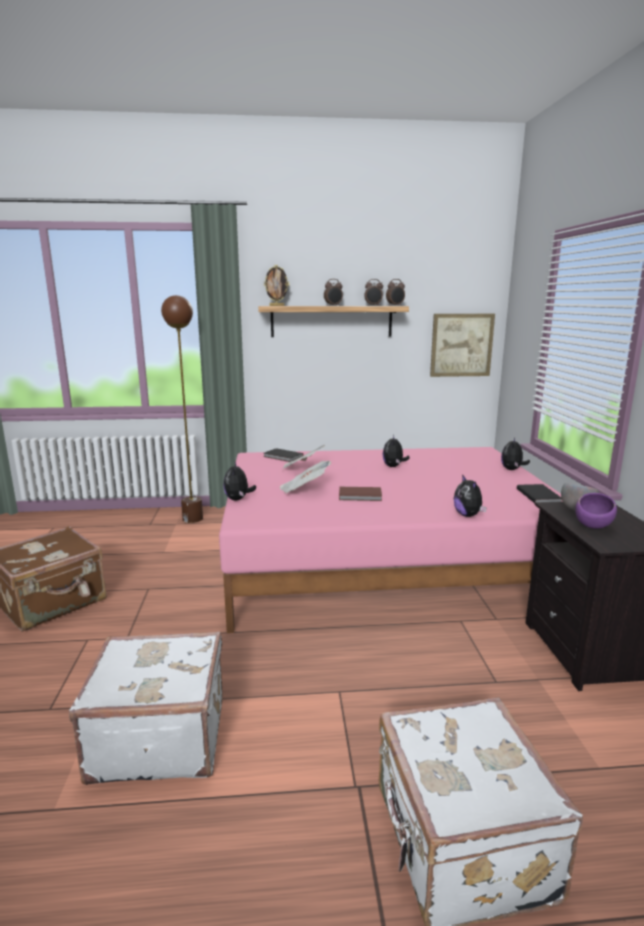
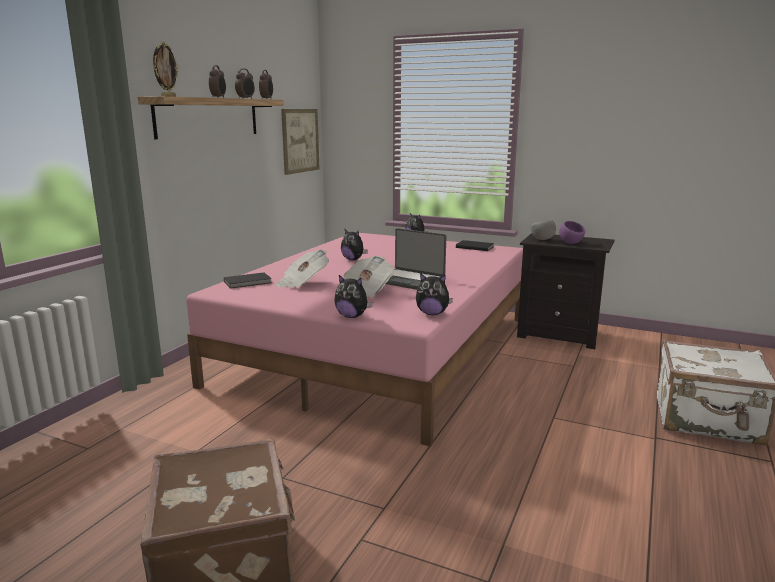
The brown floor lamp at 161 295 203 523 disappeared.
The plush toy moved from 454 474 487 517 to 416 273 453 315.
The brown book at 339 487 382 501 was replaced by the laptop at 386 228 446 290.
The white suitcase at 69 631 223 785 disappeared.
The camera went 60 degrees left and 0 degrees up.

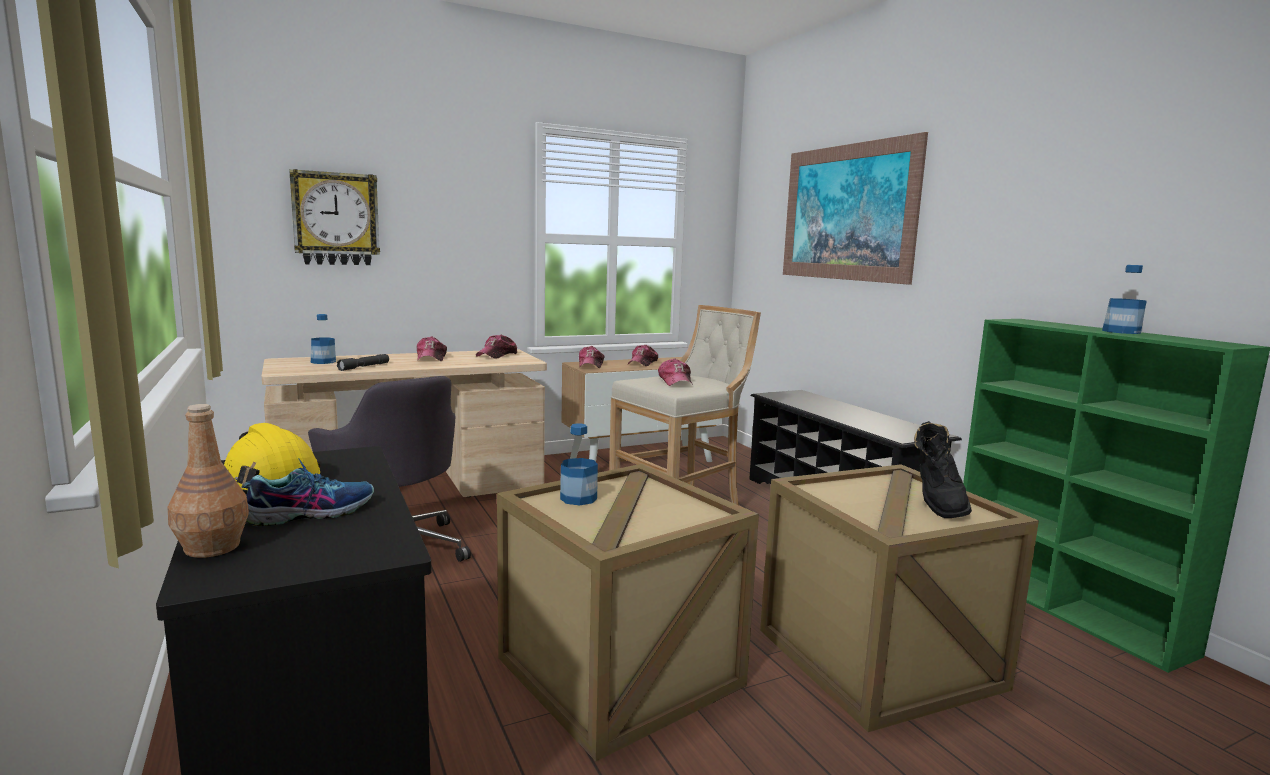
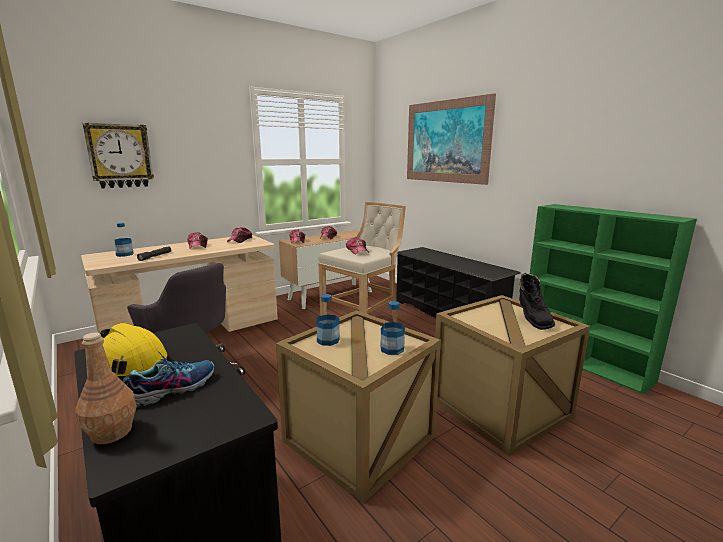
The bottle moved from 1102 265 1147 334 to 381 301 405 355.
The camera went 10 degrees left and 5 degrees up.

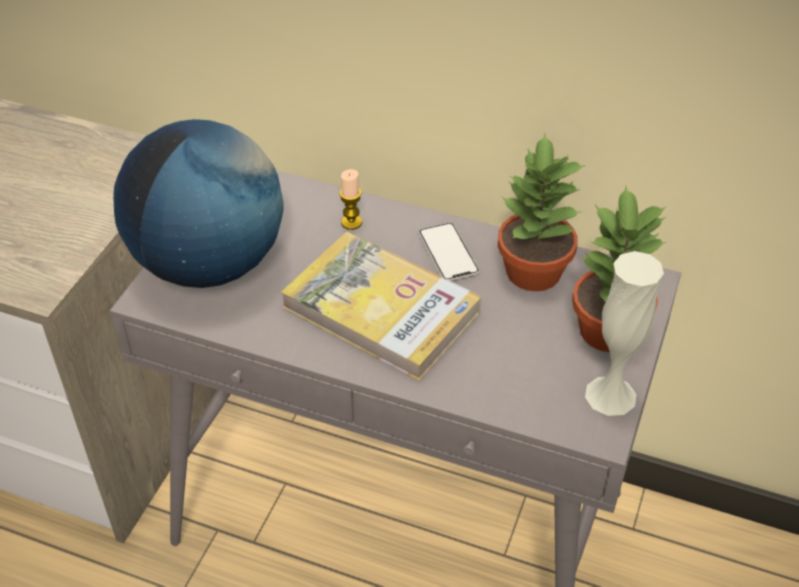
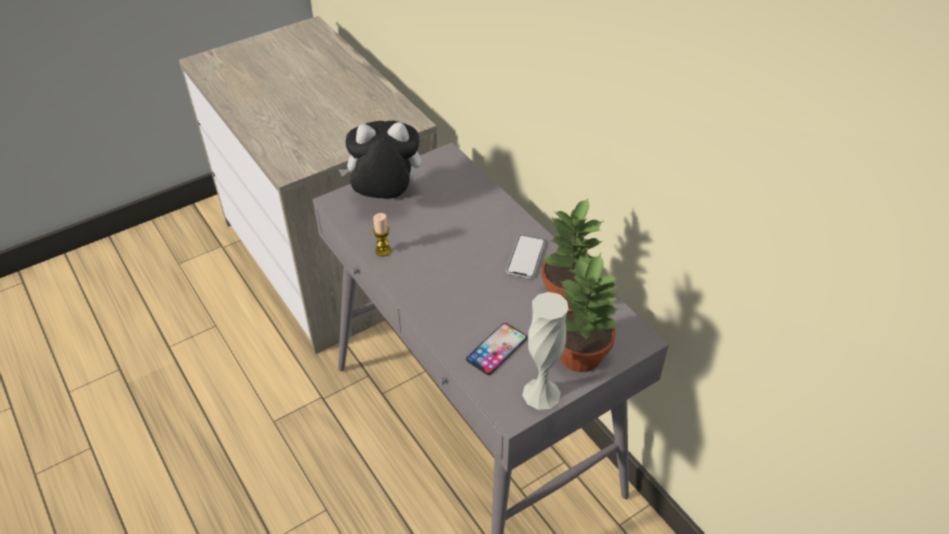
The globe at 113 119 283 288 was replaced by the plush toy at 338 121 421 199.
The candle moved from 339 169 362 230 to 373 213 391 256.
The book at 281 232 481 381 disappeared.
The phone at 466 323 527 375 appeared.
The camera went 35 degrees right and 0 degrees up.

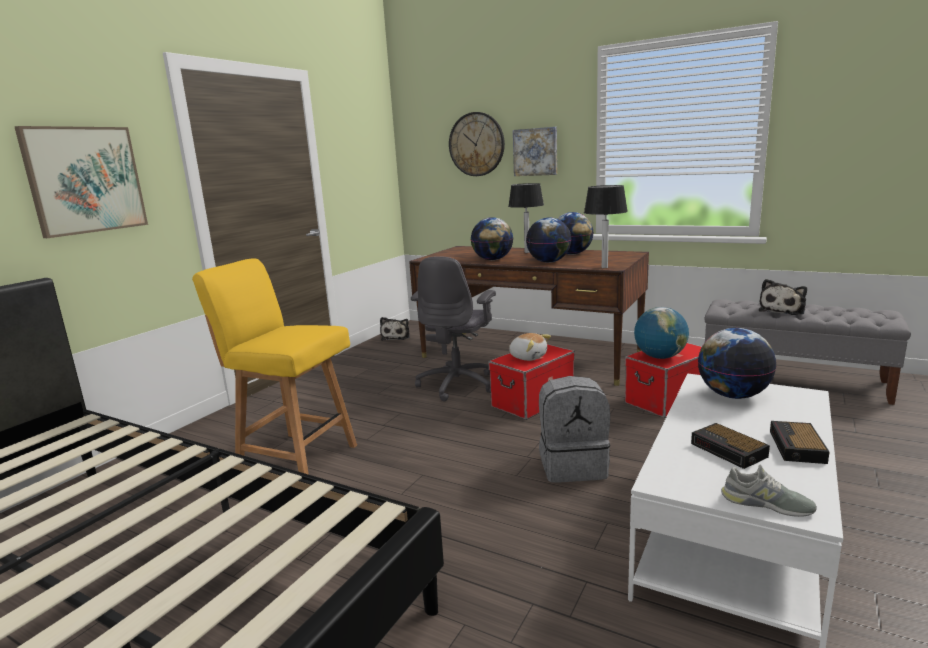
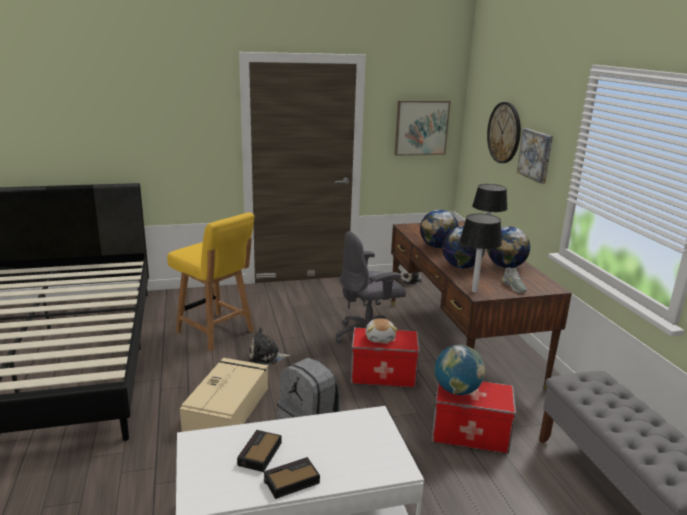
The picture moved from 15 126 148 238 to 394 100 450 156.
The yellow chair at 192 258 357 475 turned 150 degrees clockwise.
The plush toy moved from 759 279 807 315 to 249 327 291 365.
The globe at 698 328 777 399 disappeared.
The grey shoe moved from 721 465 817 517 to 502 268 527 293.
The beige storage box at 180 358 268 432 appeared.
The camera went 45 degrees right and 5 degrees up.

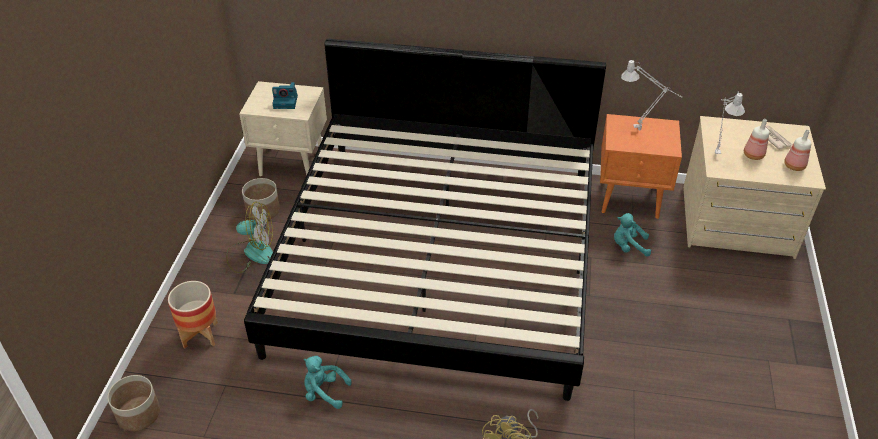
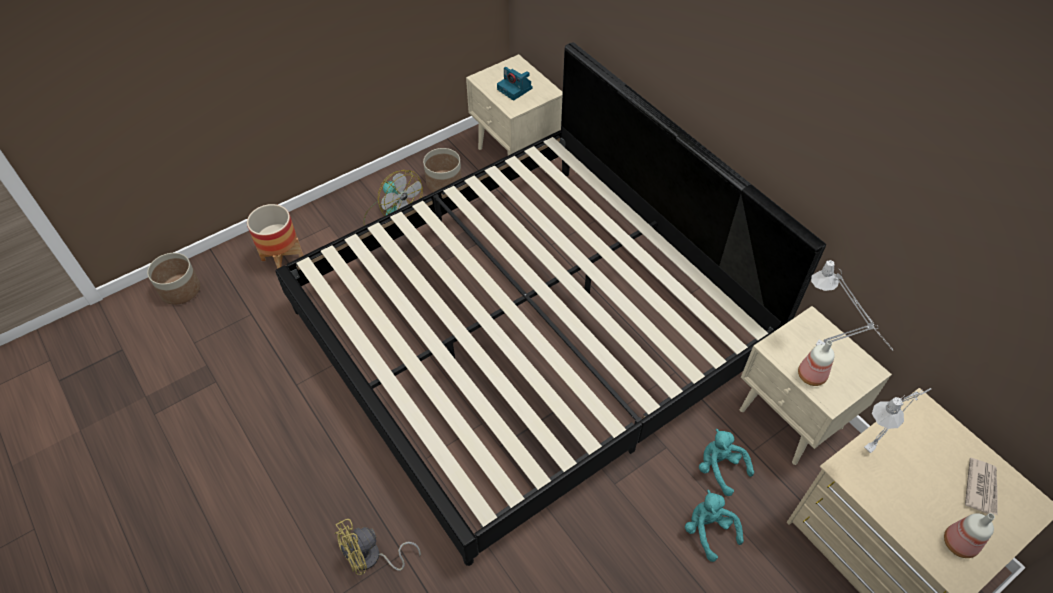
The orange nightstand at 600 114 682 219 became the beige nightstand at 740 306 892 465.
The bottle moved from 744 119 769 160 to 798 340 835 386.
The turquoise plush toy moved from 304 356 352 409 to 685 490 744 562.
The camera went 45 degrees right and 10 degrees up.

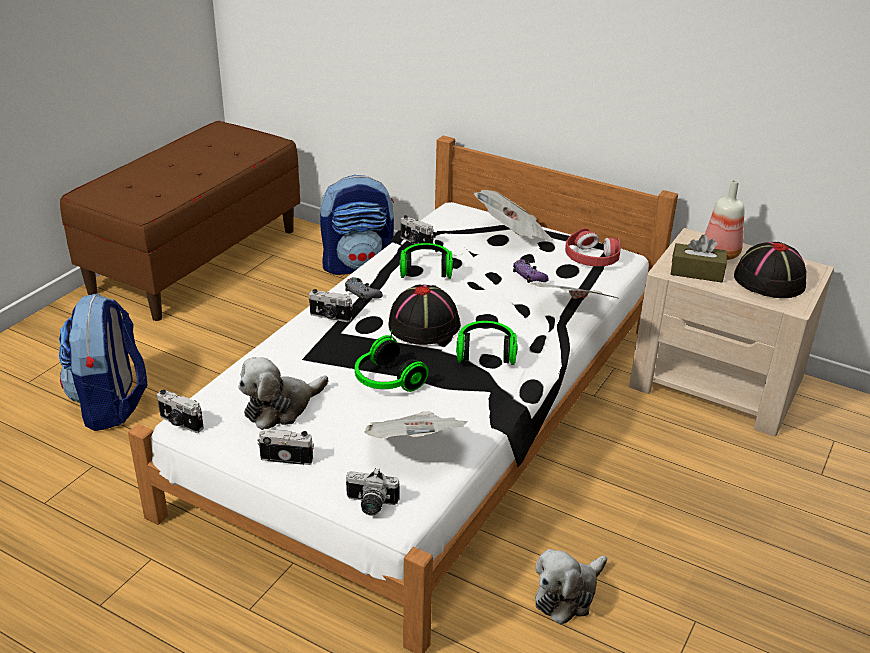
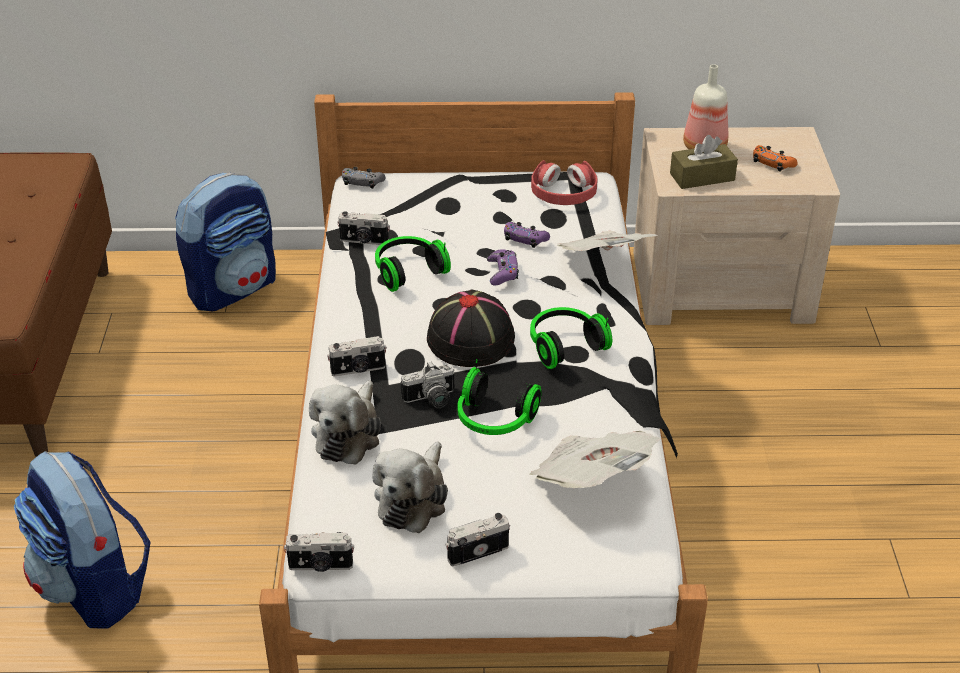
The newspaper at 474 190 553 241 disappeared.
The black hat at 734 242 806 298 was replaced by the orange game controller at 753 145 798 172.
The grey game controller moved from 345 277 383 301 to 342 167 385 189.
The photo camera moved from 346 468 399 516 to 401 362 454 408.
The plush toy moved from 535 549 607 624 to 309 380 381 465.
The purple game controller at 487 249 519 286 appeared.
The camera went 30 degrees left and 5 degrees up.

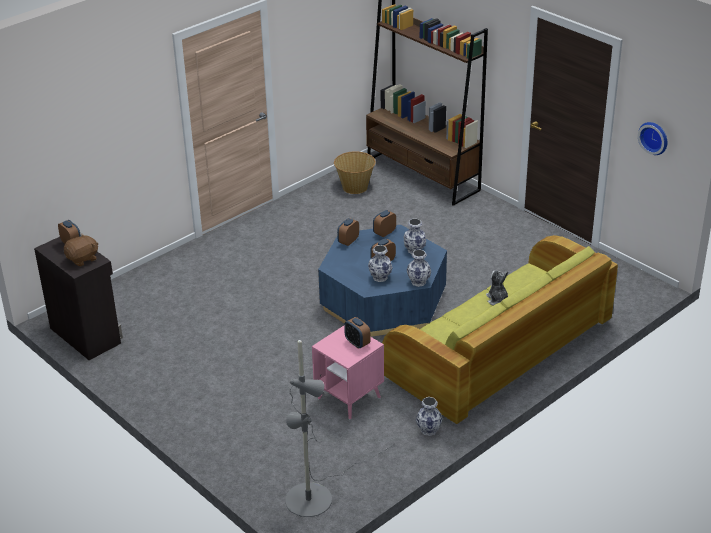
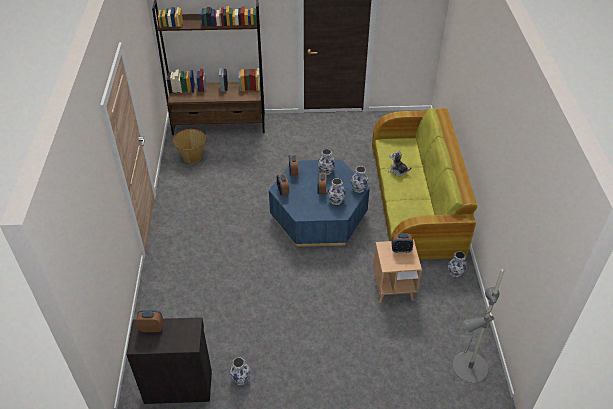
The wall clock at 638 122 668 155 disappeared.
The brown plush toy at 64 234 98 267 disappeared.
The pink side table at 312 326 384 419 became the brown side table at 373 240 422 303.
The vase at 229 358 250 385 appeared.
The camera went 50 degrees left and 10 degrees up.

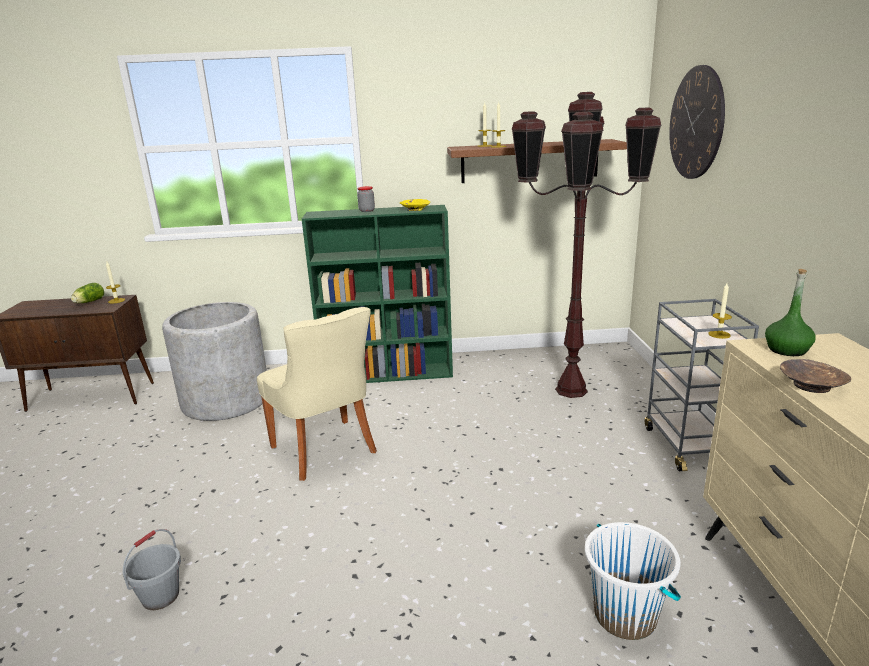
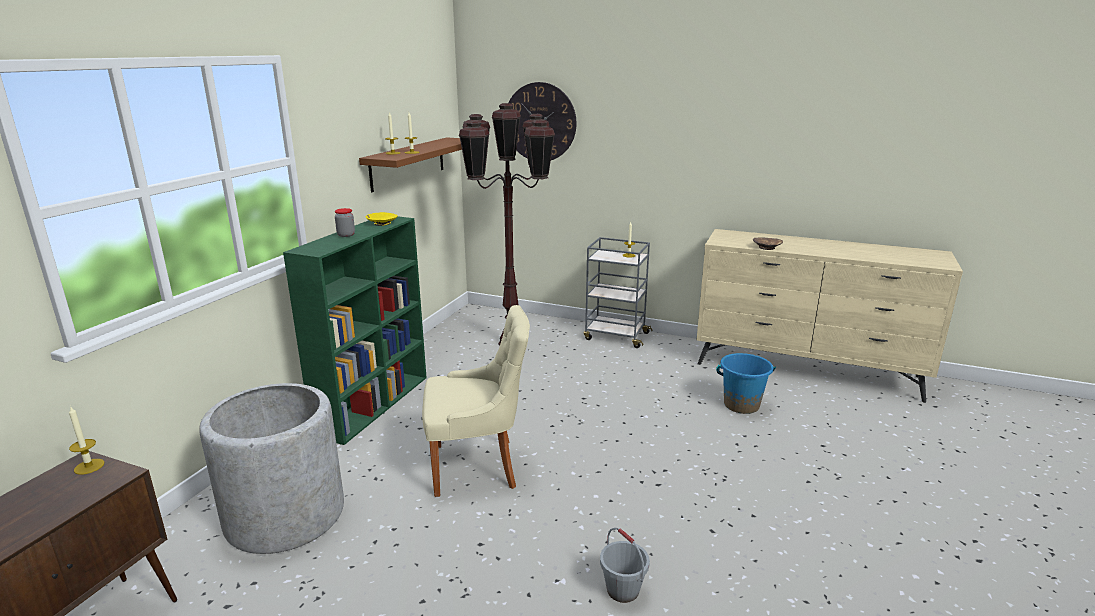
The green bottle at 765 269 816 356 disappeared.
The lettuce at 71 283 104 303 disappeared.
The white bucket at 585 522 681 640 became the blue bucket at 716 353 776 414.
The camera went 65 degrees left and 0 degrees up.

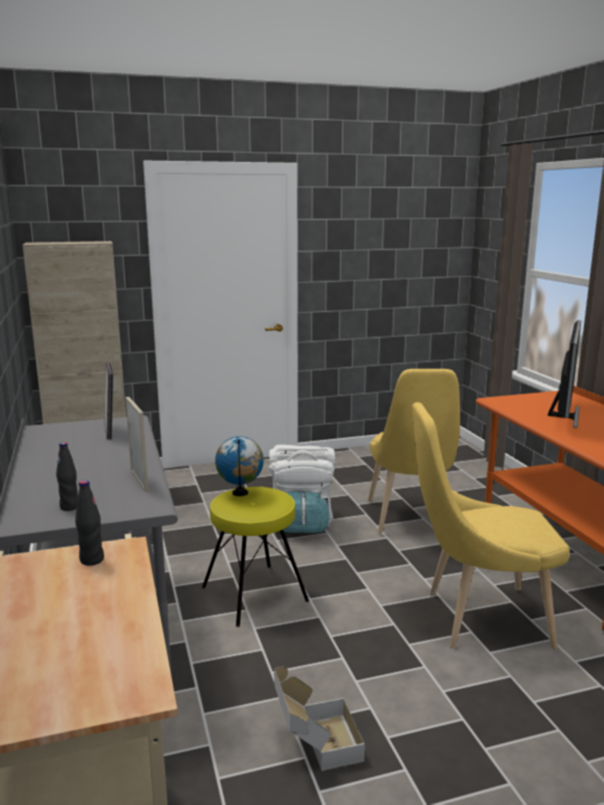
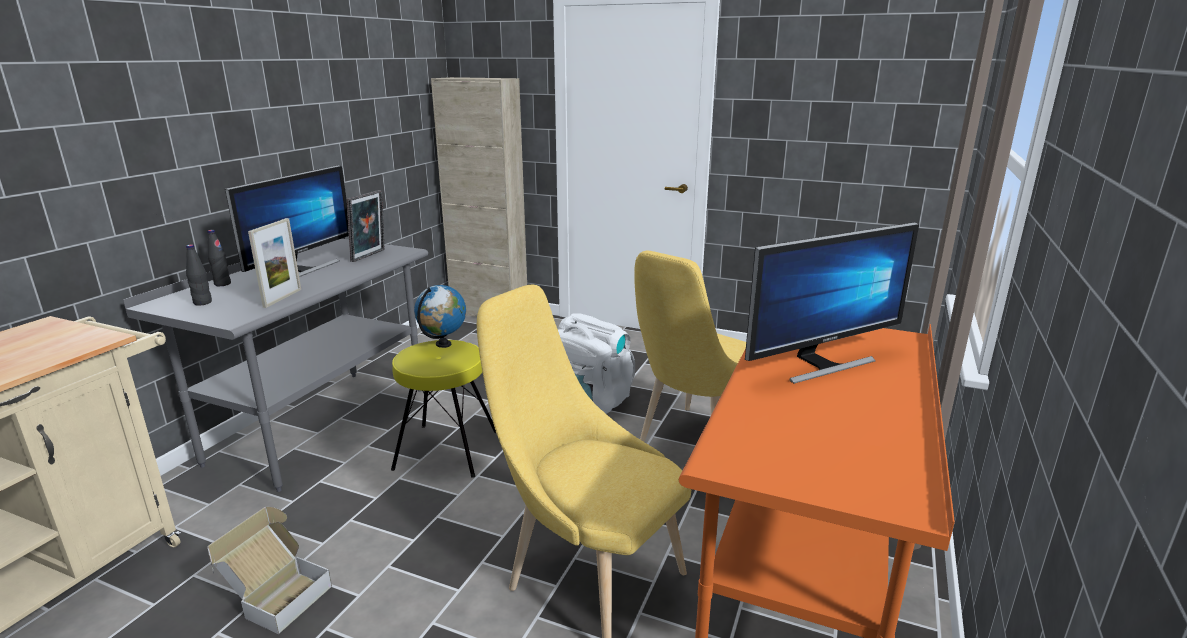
The black bottle moved from 75 480 104 566 to 208 230 231 286.
The monitor at 225 165 349 277 appeared.
The camera went 40 degrees right and 5 degrees up.

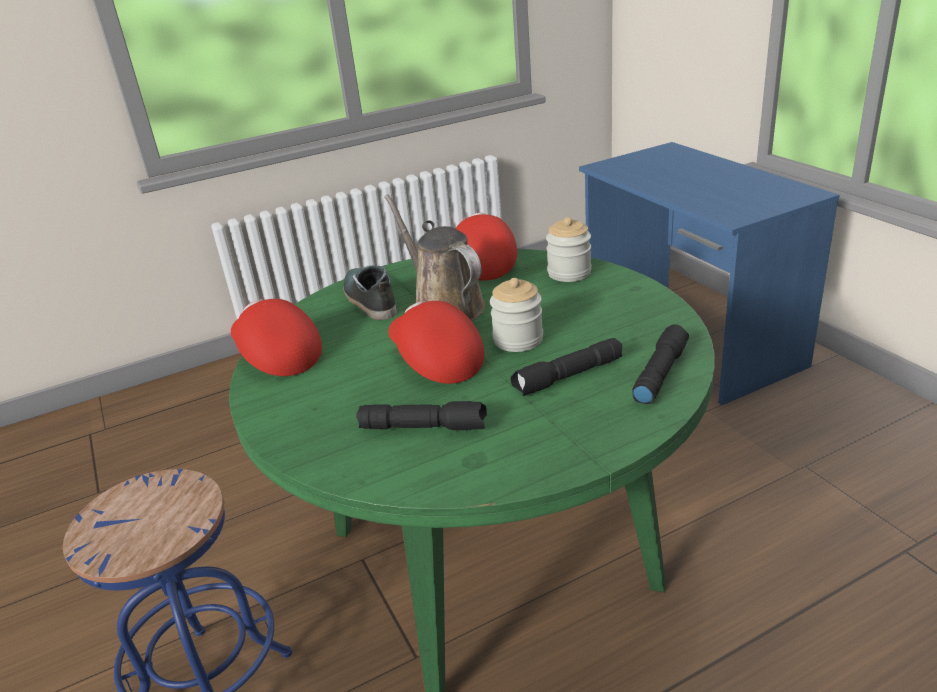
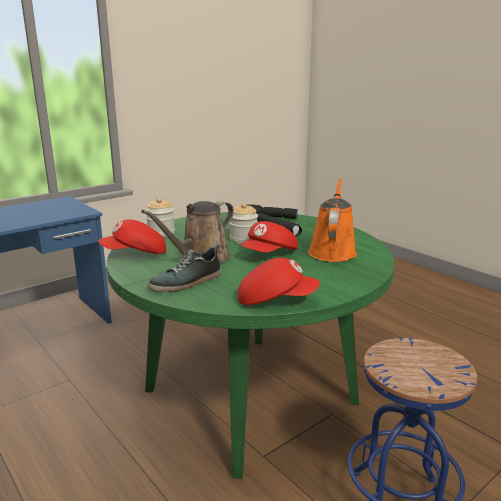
The red cap at 231 299 322 376 turned 120 degrees counterclockwise.
The black flashlight at 356 401 487 430 was replaced by the orange watering can at 308 178 357 262.
The camera went 105 degrees left and 10 degrees down.

